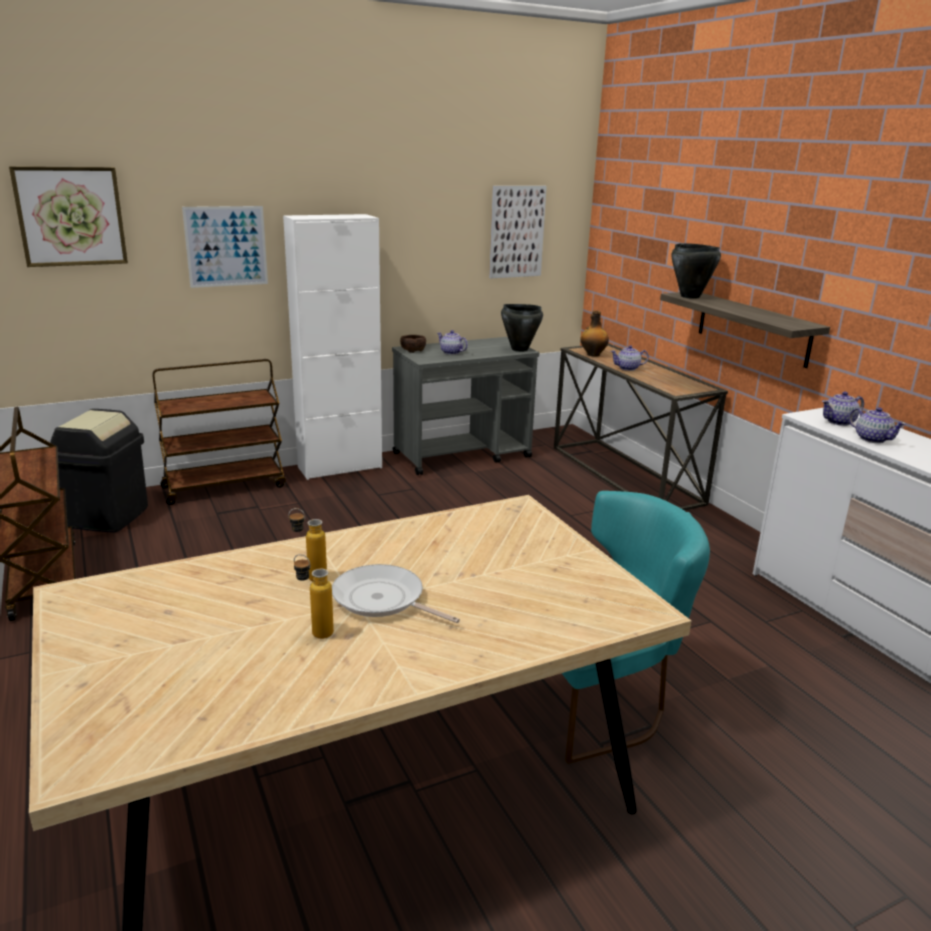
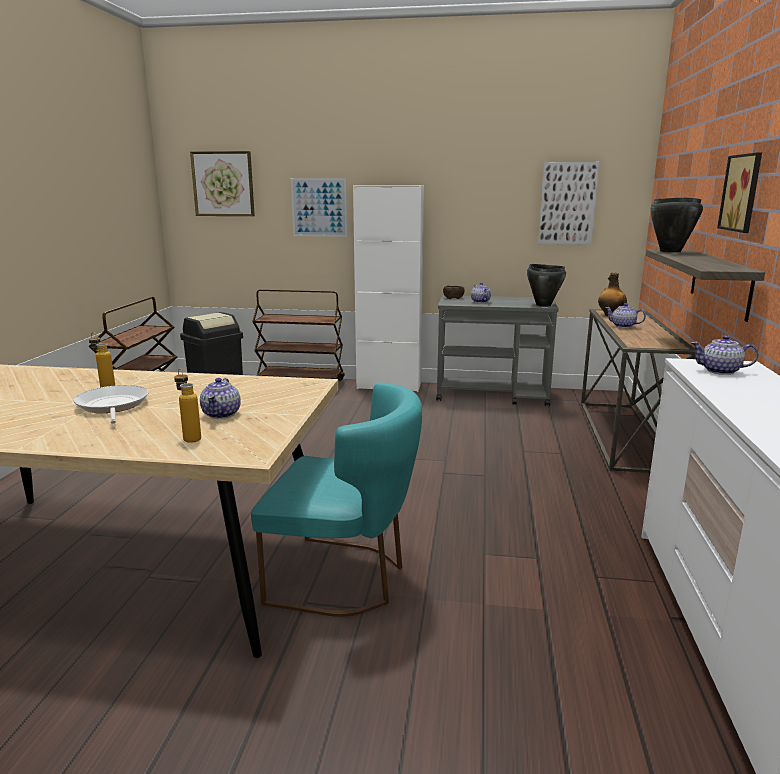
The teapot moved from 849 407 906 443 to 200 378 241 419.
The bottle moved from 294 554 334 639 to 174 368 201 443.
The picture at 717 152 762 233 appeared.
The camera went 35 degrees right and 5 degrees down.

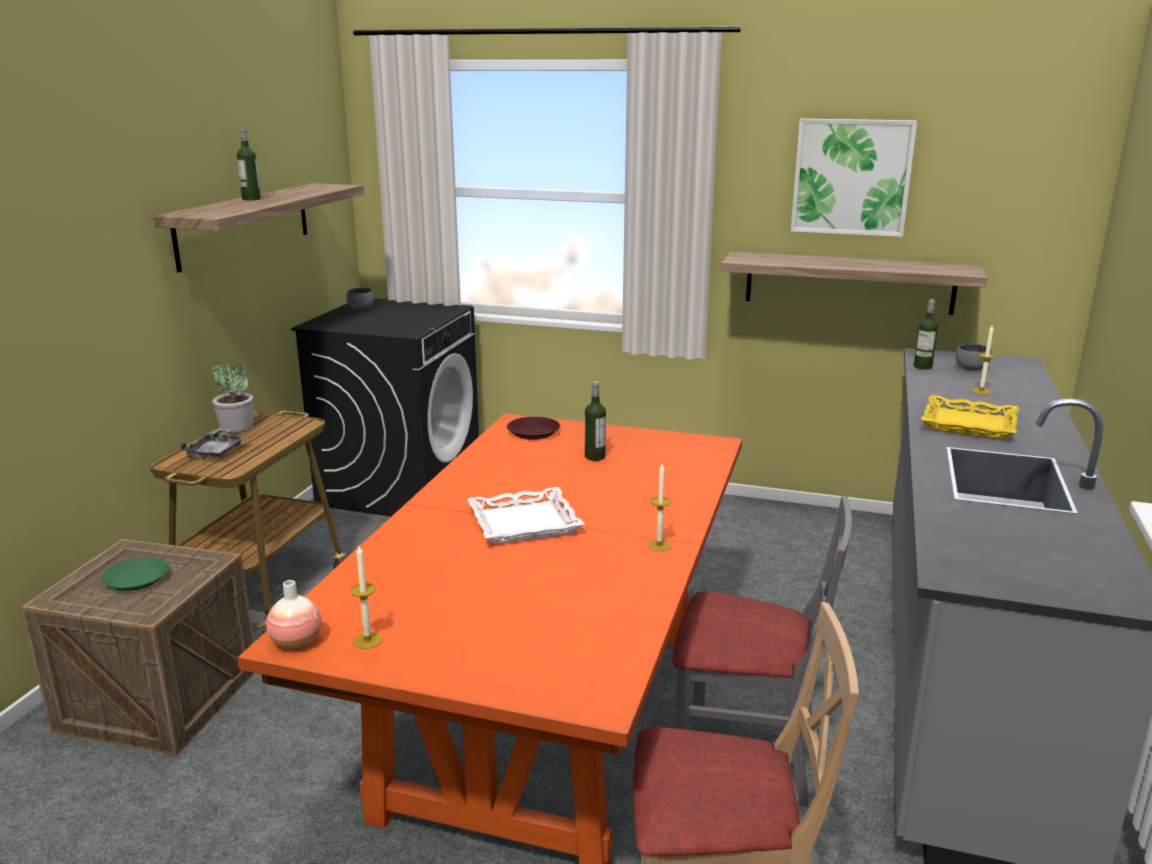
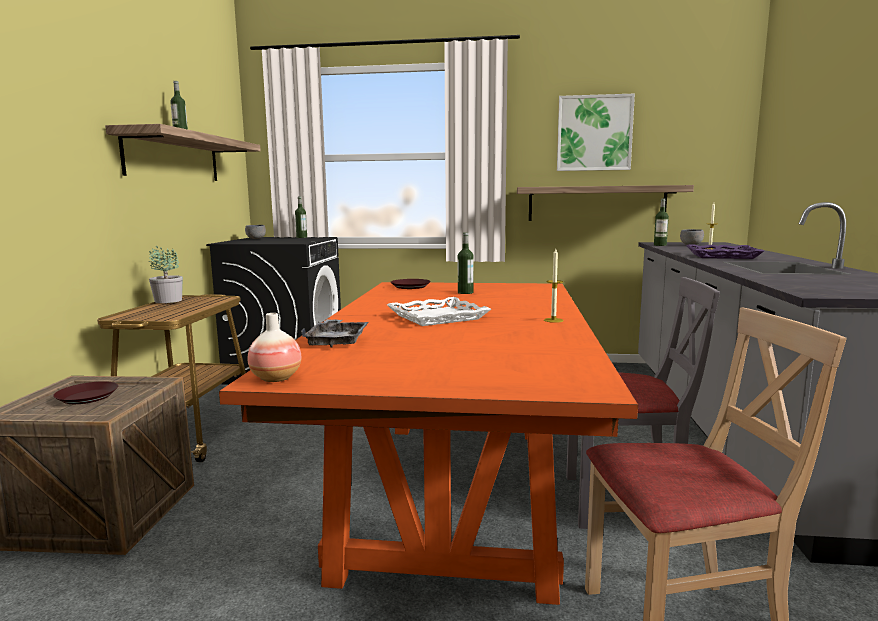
The yellow tray at 921 395 1019 440 became the purple tray at 686 244 764 259.
The grey tray moved from 180 428 246 460 to 301 319 369 348.
The candle at 350 546 382 649 disappeared.
The green plate at 101 557 169 591 became the brown plate at 53 381 118 404.
The bottle at 295 196 307 238 appeared.
The camera went 10 degrees left and 10 degrees down.

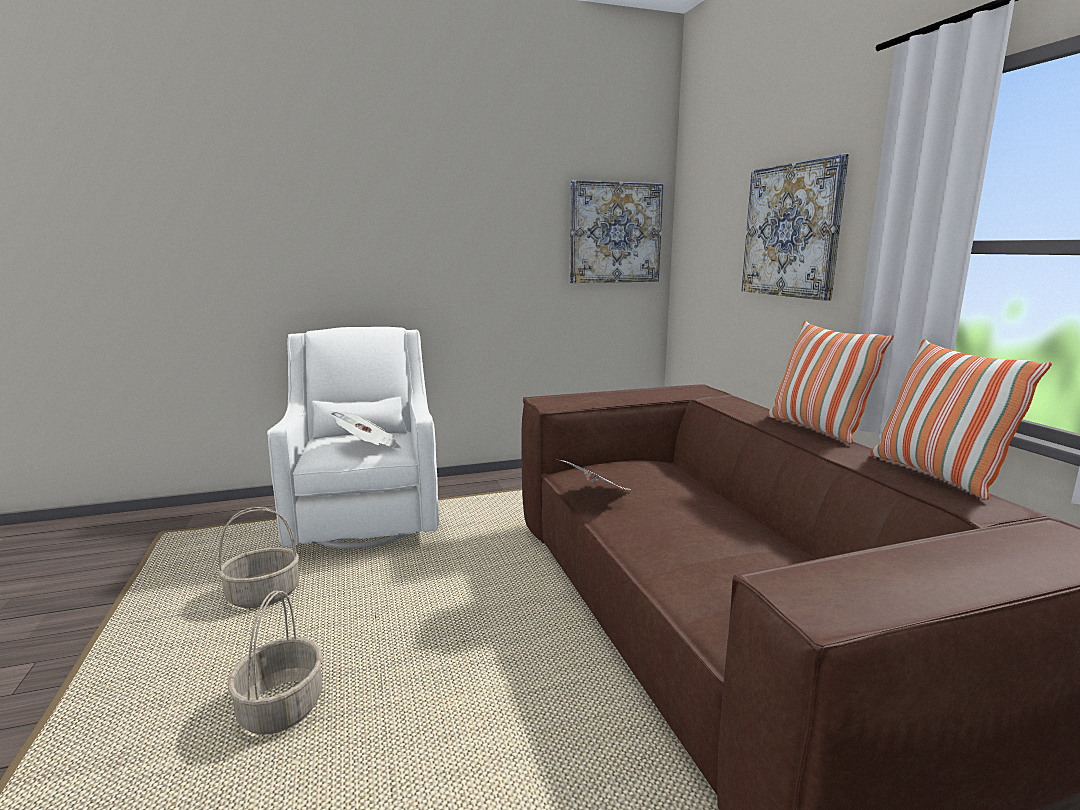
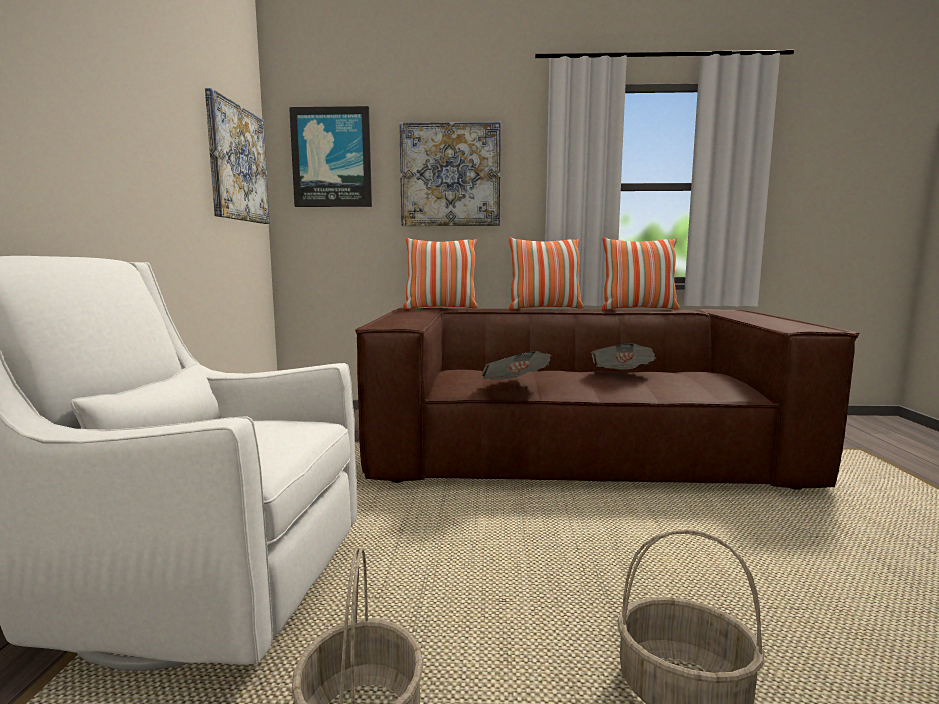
The newspaper moved from 329 412 401 449 to 591 343 656 370.
The picture at 289 106 372 207 appeared.
The pillow at 403 238 478 310 appeared.
The camera went 70 degrees left and 5 degrees down.

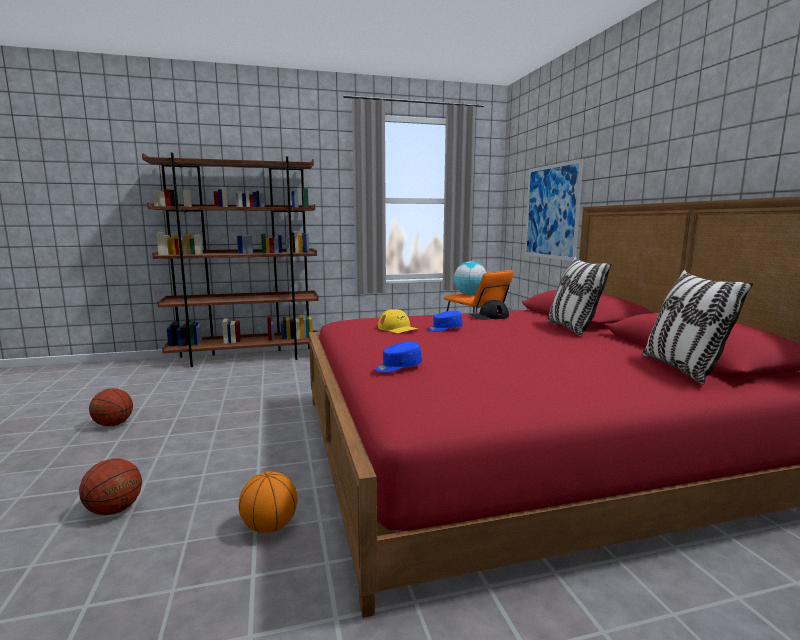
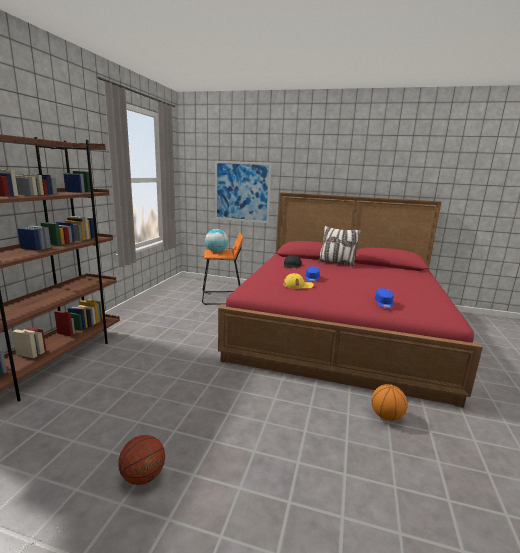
The pillow at 643 270 753 384 disappeared.
The basketball at 79 458 142 515 disappeared.
The camera went 60 degrees left and 5 degrees up.

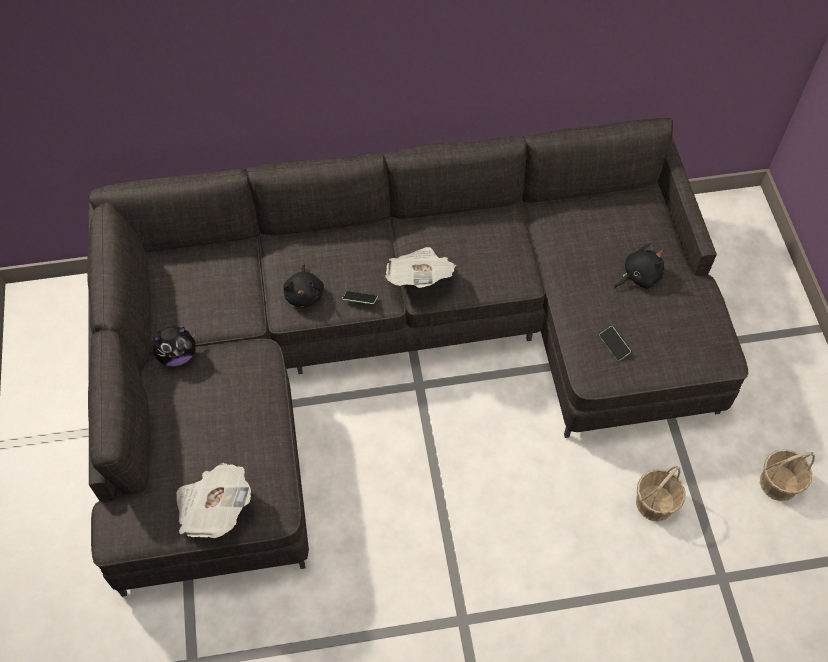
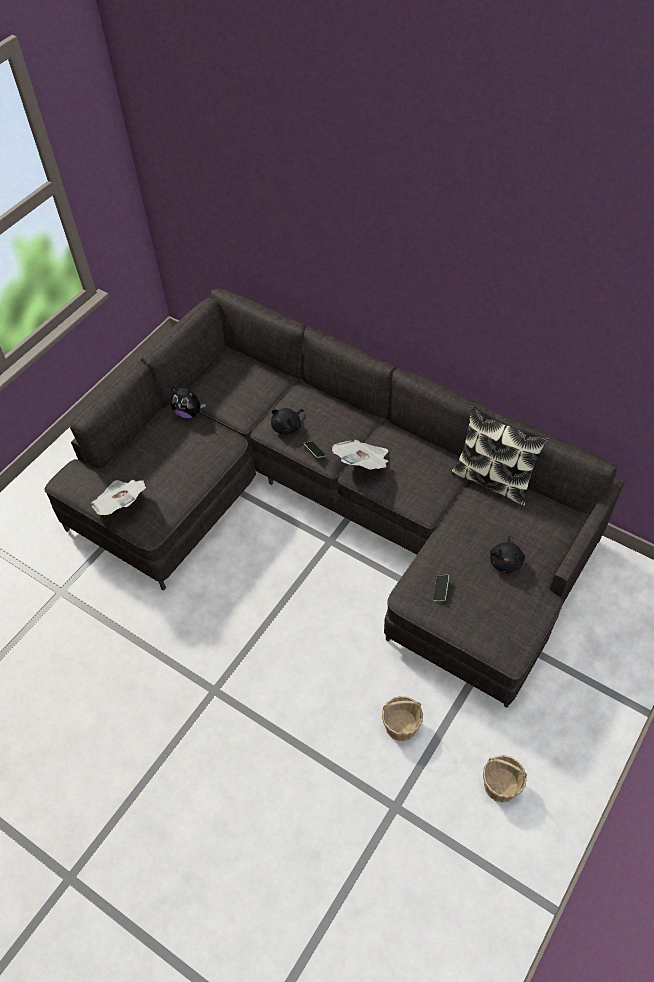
The black plush toy at 614 243 664 288 turned 90 degrees clockwise.
The pillow at 451 406 549 506 appeared.
The camera went 45 degrees right and 5 degrees down.

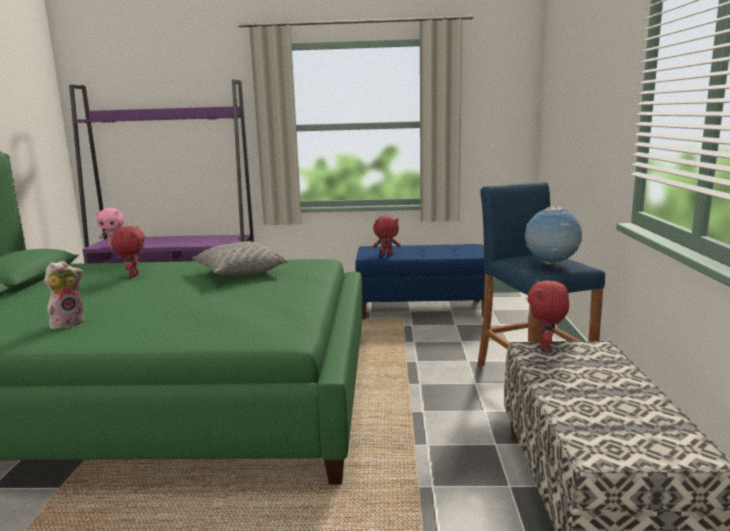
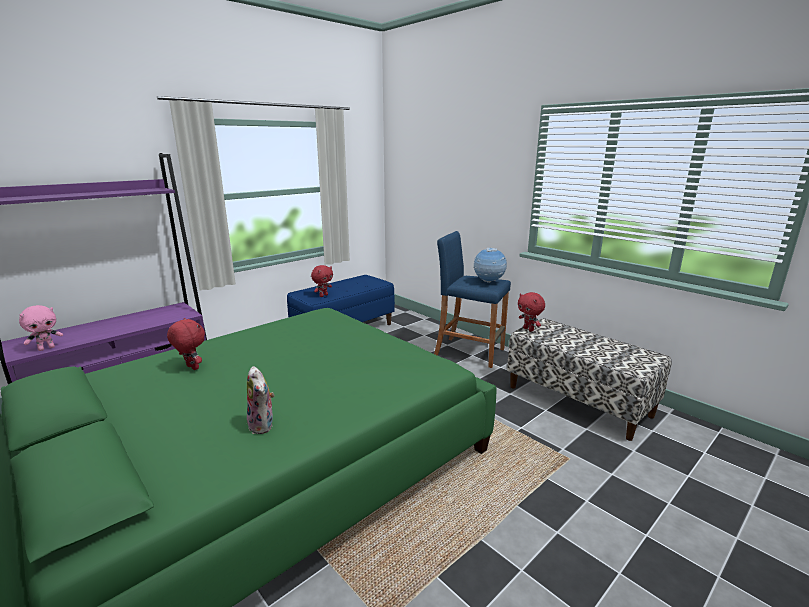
The grey pillow at 192 241 288 276 disappeared.
The plush toy at 44 261 85 330 turned 150 degrees clockwise.
The camera went 45 degrees left and 5 degrees up.

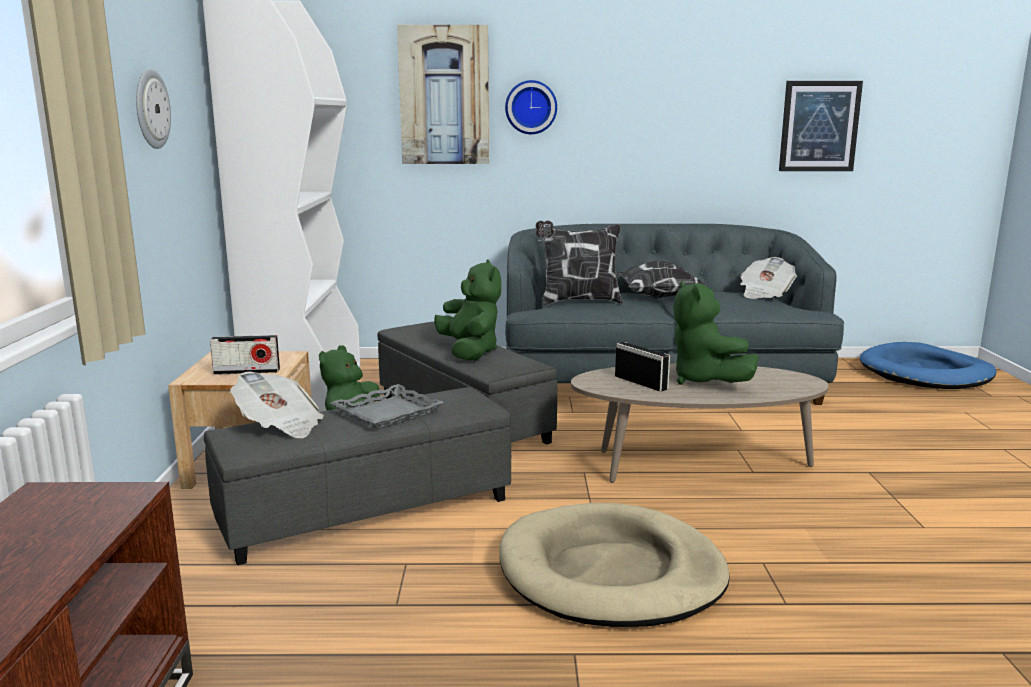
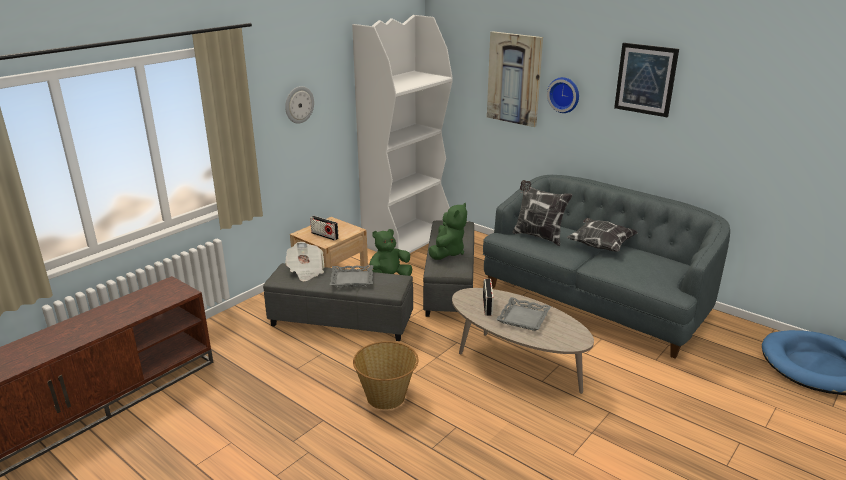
The picture moved from 779 81 863 171 to 614 43 679 117.
The newspaper at 740 257 797 299 disappeared.
The green plush toy at 673 281 759 385 was replaced by the grey tray at 496 297 551 331.
The beige dog bed at 499 503 730 627 was replaced by the basket at 353 341 418 410.
The camera went 40 degrees right and 10 degrees up.

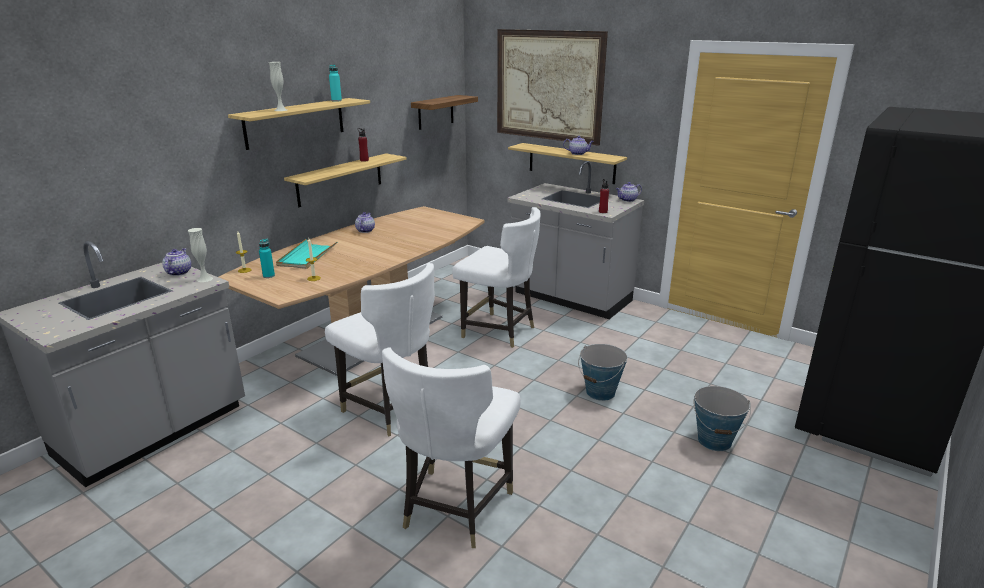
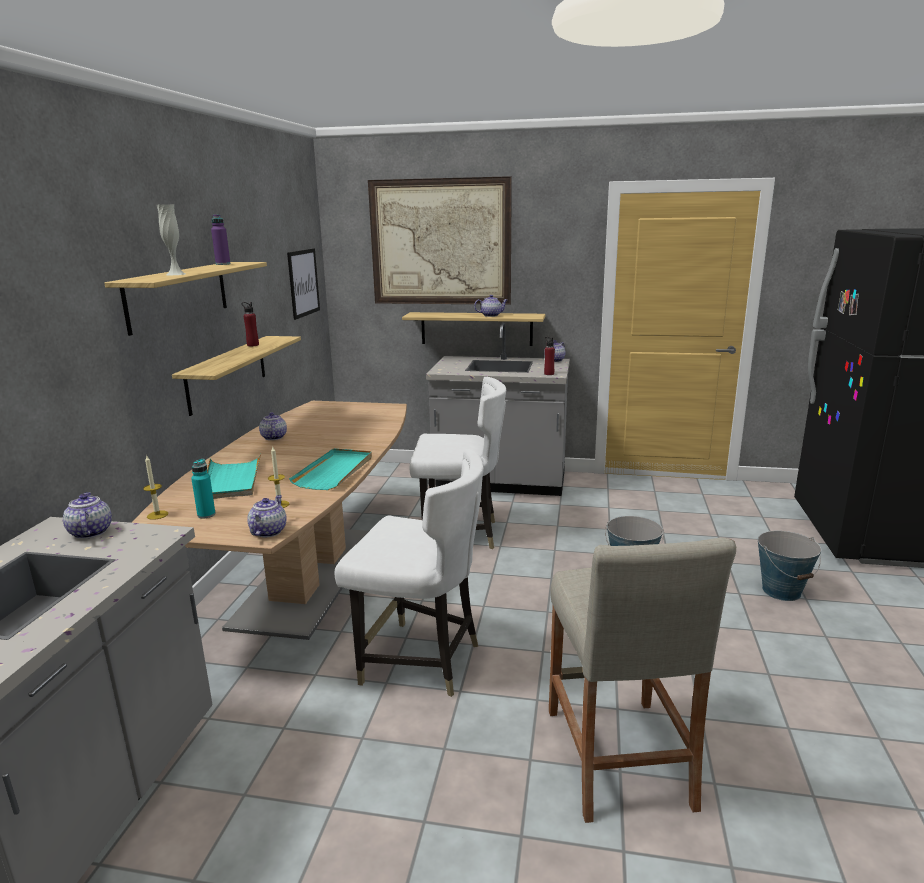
The turquoise bottle at 329 65 342 102 became the purple bottle at 211 215 230 265.
The shelf at 411 95 478 130 was replaced by the picture at 287 248 320 320.
The white vase at 188 228 213 282 disappeared.
The white chair at 382 347 521 548 was replaced by the beige stool at 549 538 736 823.
The turquoise tray at 289 448 372 490 appeared.
The teapot at 247 495 287 537 appeared.
The camera went 25 degrees left and 5 degrees down.

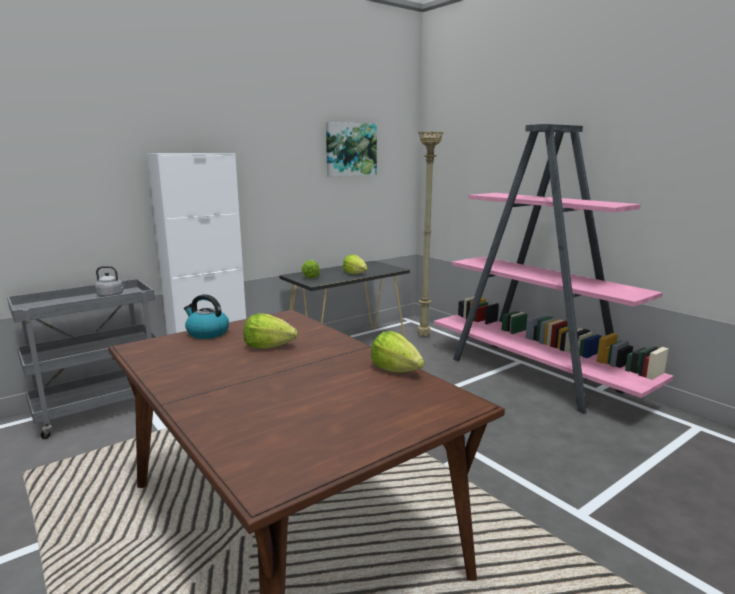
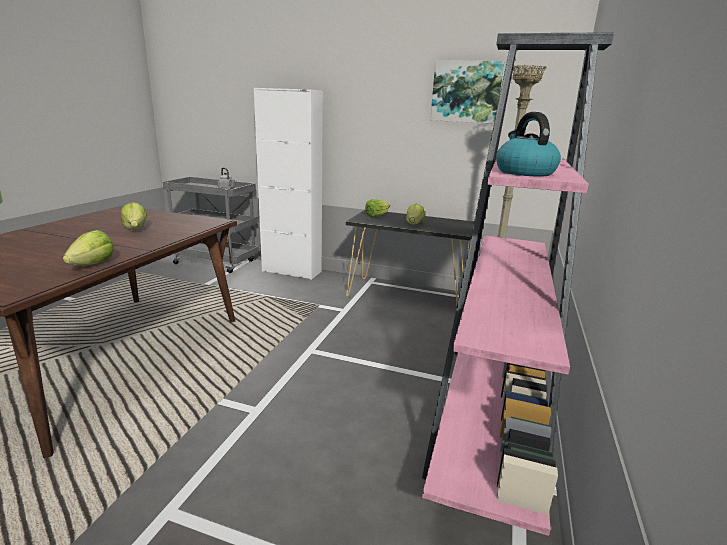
The kettle moved from 184 294 229 339 to 496 112 561 176.
The camera went 55 degrees right and 5 degrees up.

